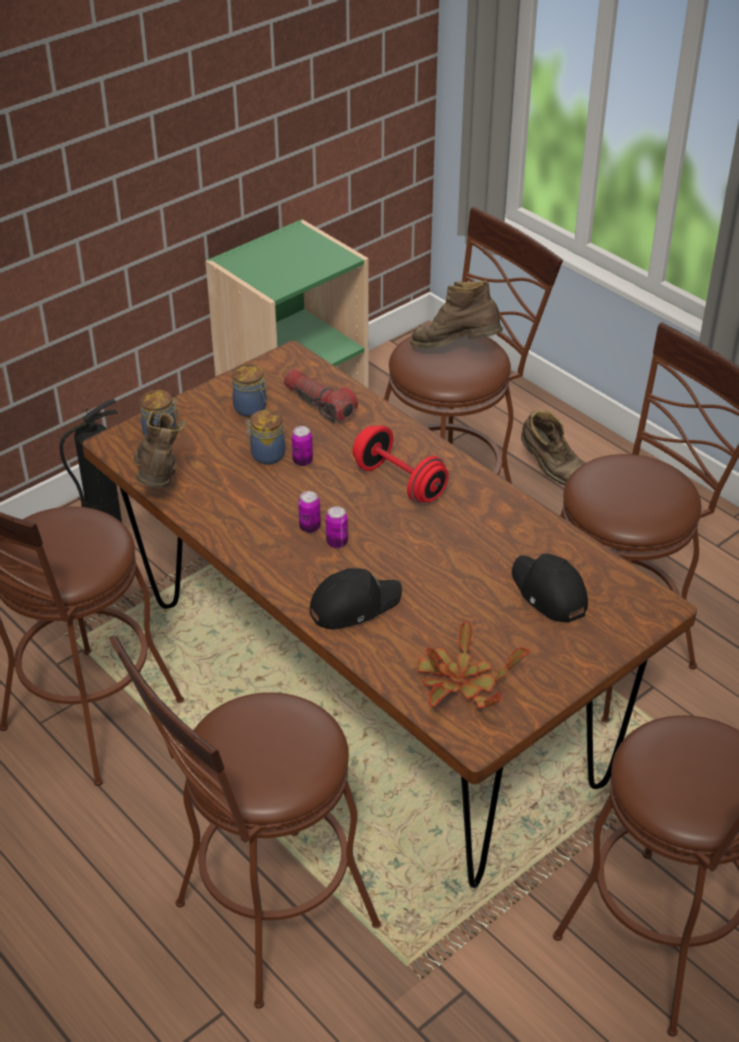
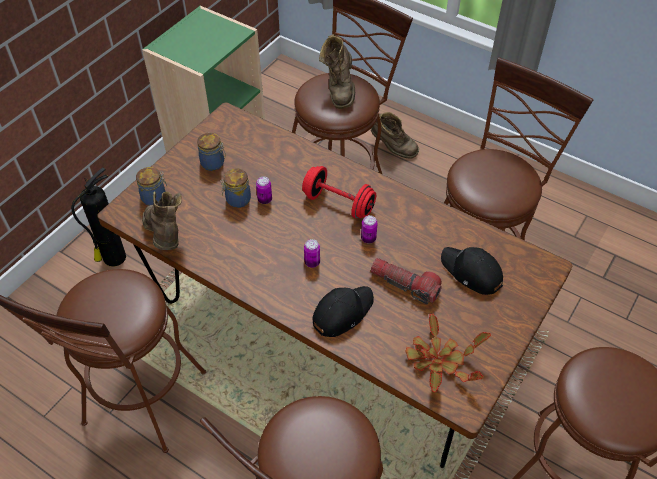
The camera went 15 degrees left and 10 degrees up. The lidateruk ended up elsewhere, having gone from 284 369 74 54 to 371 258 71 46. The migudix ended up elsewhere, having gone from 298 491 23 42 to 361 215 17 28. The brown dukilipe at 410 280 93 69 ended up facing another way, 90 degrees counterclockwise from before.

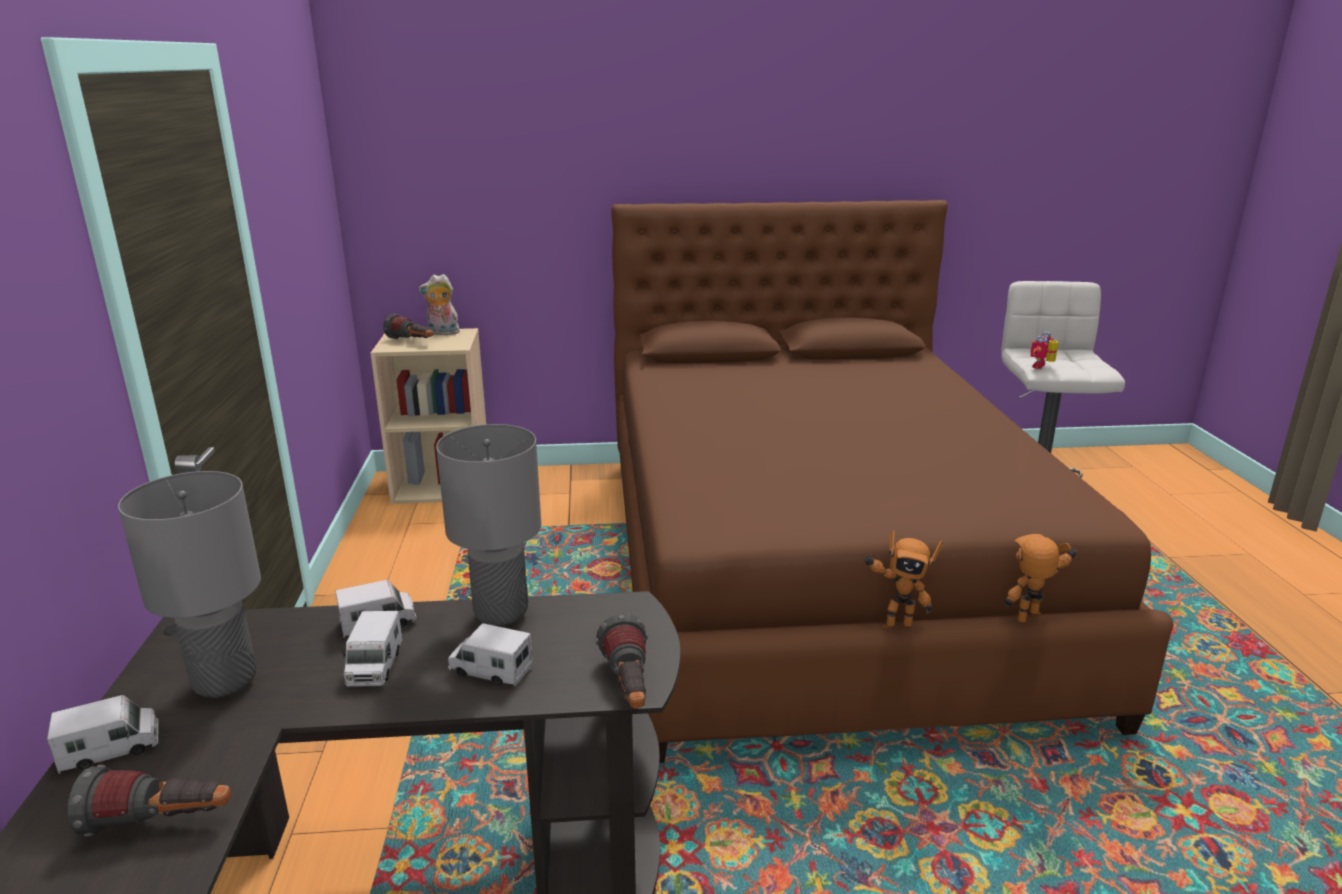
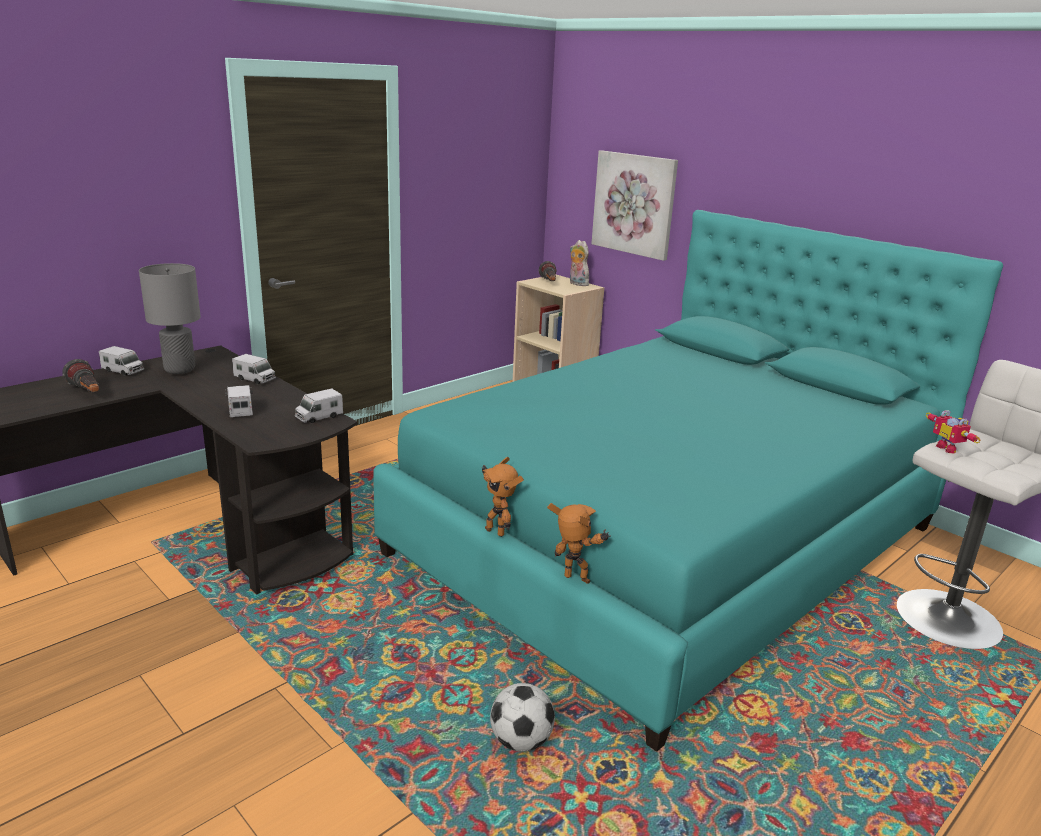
The camera went 50 degrees right and 0 degrees up. The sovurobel ended up elsewhere, having gone from 342 611 61 76 to 295 388 48 35. The second view lost the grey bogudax at 436 424 105 202. The second view lost the lidateruk at 596 614 52 94. What was the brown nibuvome at 611 200 563 563 turned into the turquoise nibuvome at 374 210 629 542. The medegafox at 1030 331 29 38 ended up facing another way, 105 degrees counterclockwise from before. The second view gained the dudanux at 490 683 65 69. The second view gained the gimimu at 591 150 87 111.

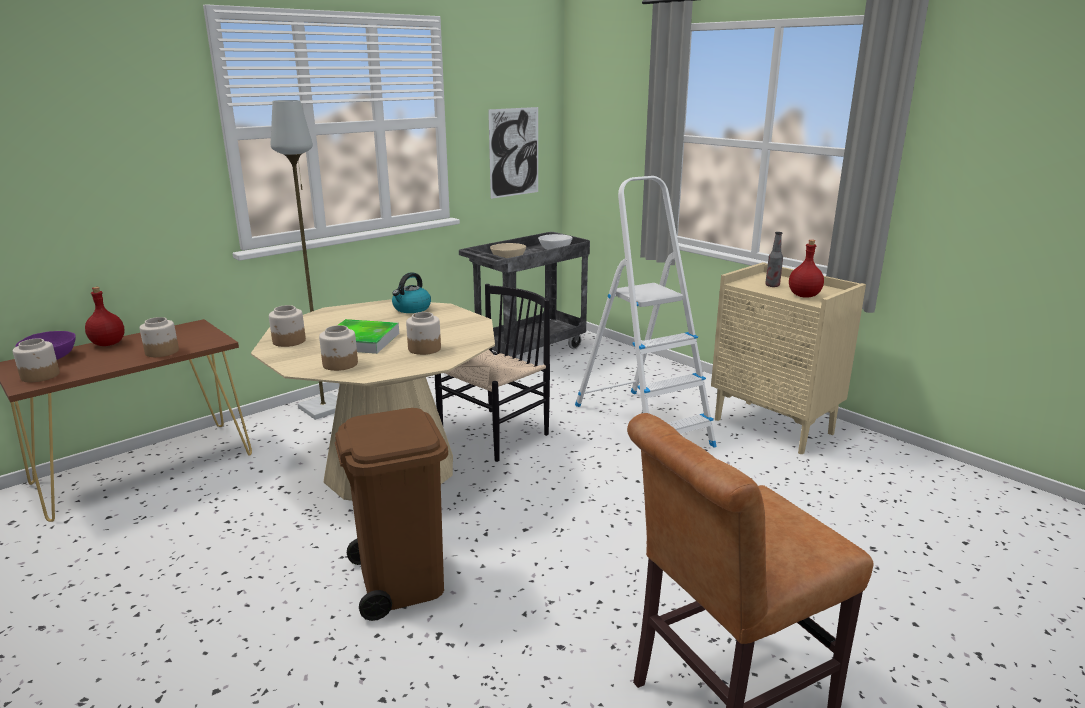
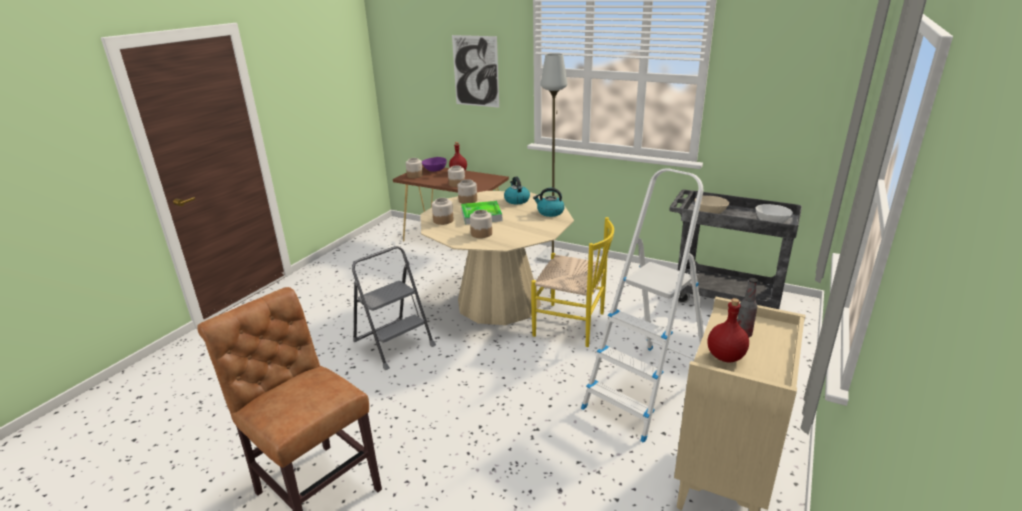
The camera went 70 degrees right and 5 degrees up. Where the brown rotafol stood at 335 408 113 213, the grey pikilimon came to stand at 352 246 84 124. What was the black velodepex at 435 284 115 178 turned into the yellow velodepex at 531 217 83 130. The gimimu ended up elsewhere, having gone from 488 107 50 92 to 452 35 47 73. The second view gained the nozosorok at 504 176 26 28.

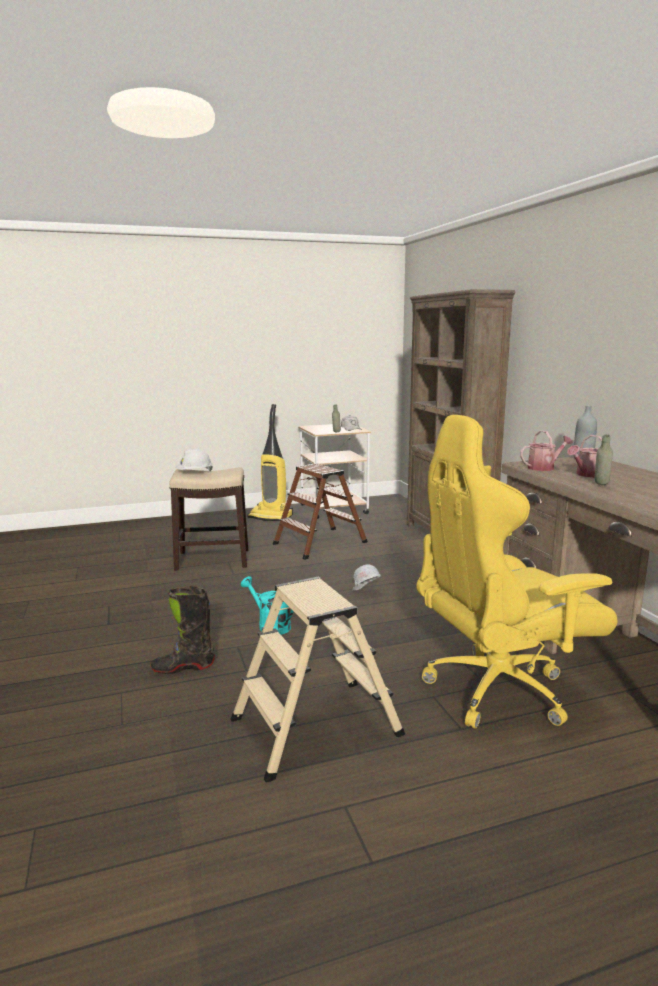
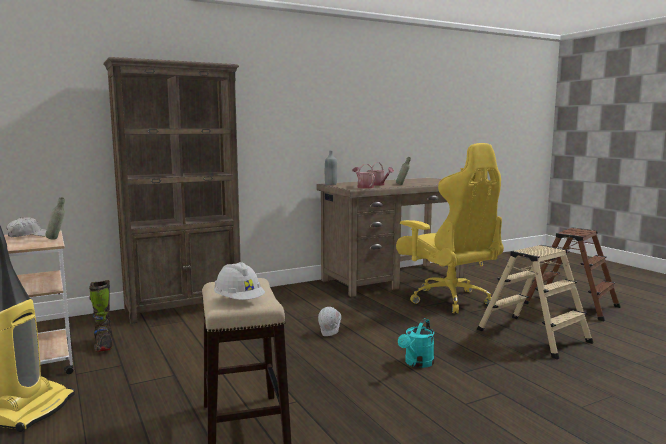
The camera went 100 degrees left and 5 degrees down. The black dukilipe ended up elsewhere, having gone from 150 586 65 88 to 89 280 23 72. The brown pikilimon ended up elsewhere, having gone from 273 463 95 97 to 524 227 97 95.

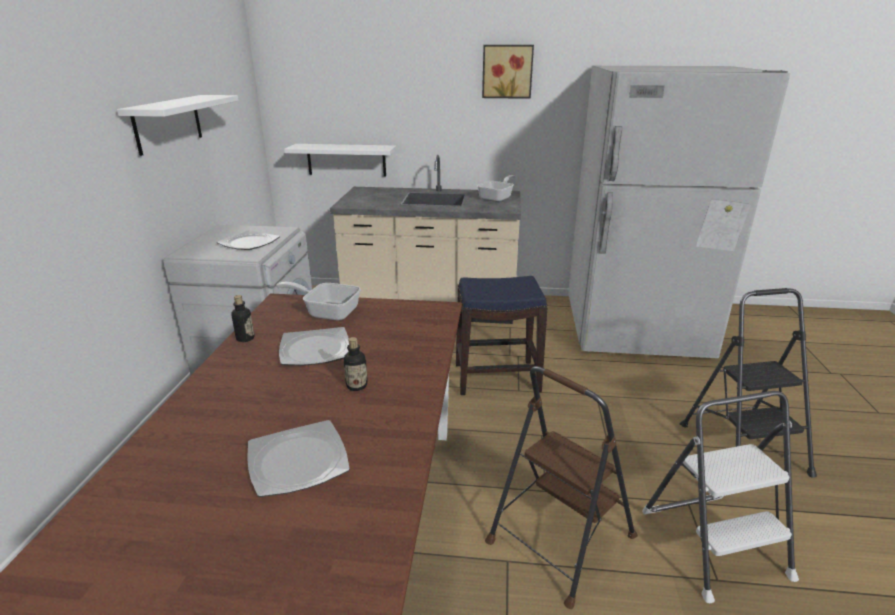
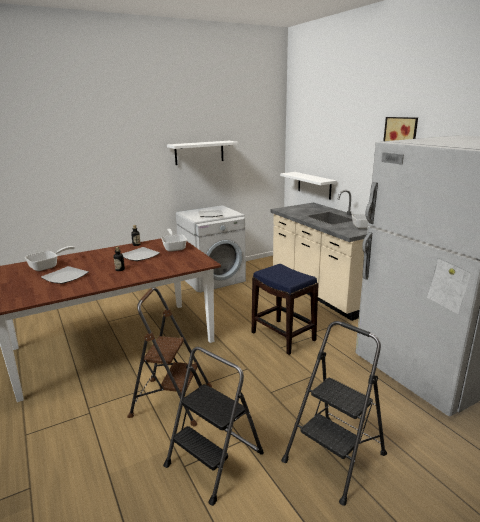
The camera went 55 degrees right and 5 degrees down. What was the white pikilimon at 642 391 157 212 turned into the black pikilimon at 163 347 101 159. The second view gained the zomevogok at 25 246 50 25.

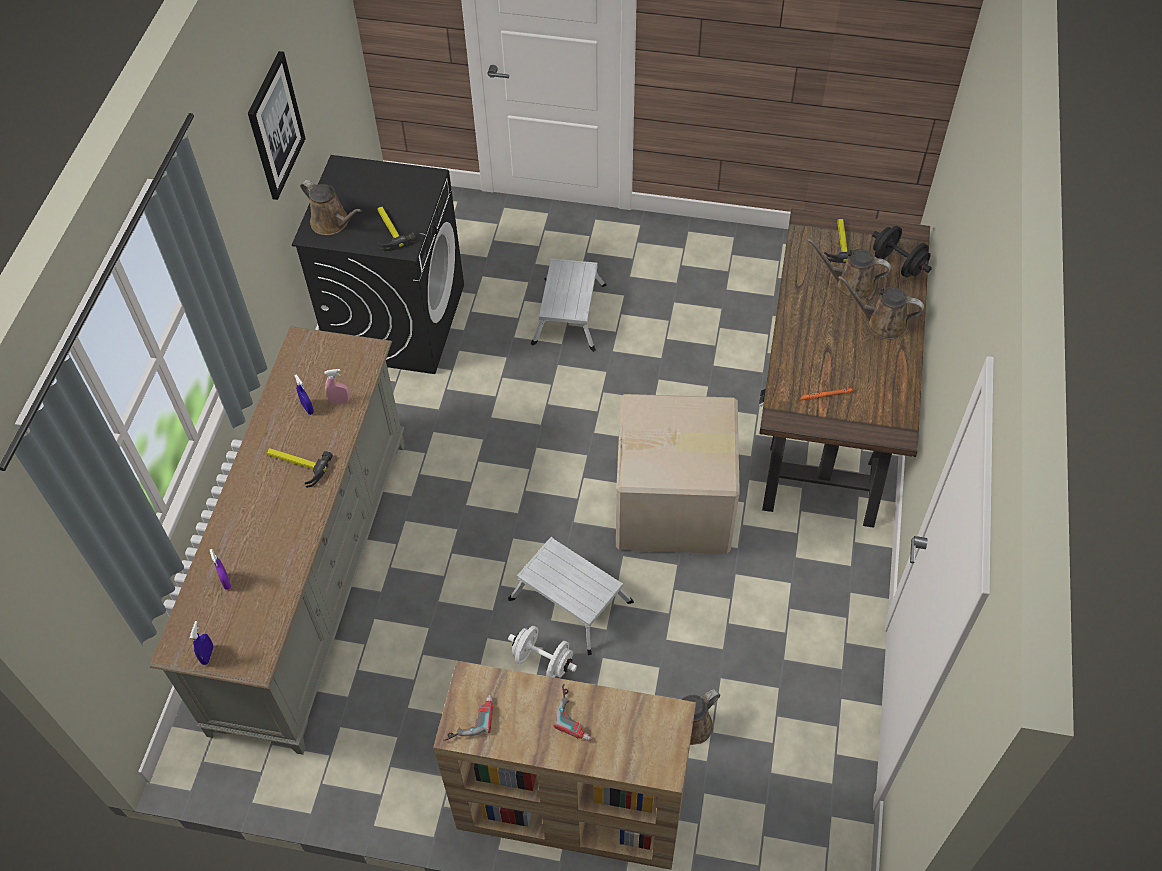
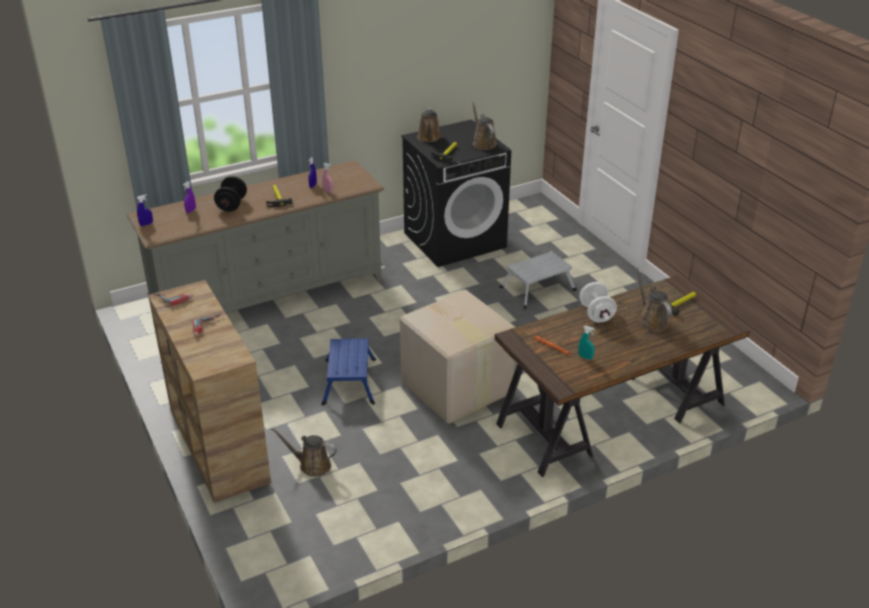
The camera went 50 degrees right and 20 degrees down. The second view lost the gimimu at 248 51 58 149. What was the white pikilimon at 508 537 126 118 turned into the blue pikilimon at 321 338 55 68. The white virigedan ended up elsewhere, having gone from 508 626 69 52 to 579 282 38 40. The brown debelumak ended up elsewhere, having gone from 838 276 86 63 to 472 102 25 48. The black virigedan ended up elsewhere, having gone from 872 226 60 51 to 214 176 33 36. The second view gained the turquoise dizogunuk at 578 326 17 34.

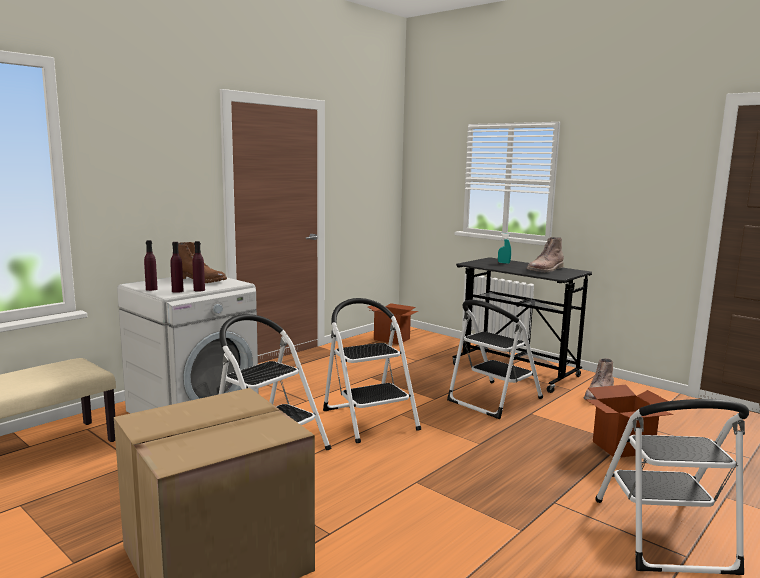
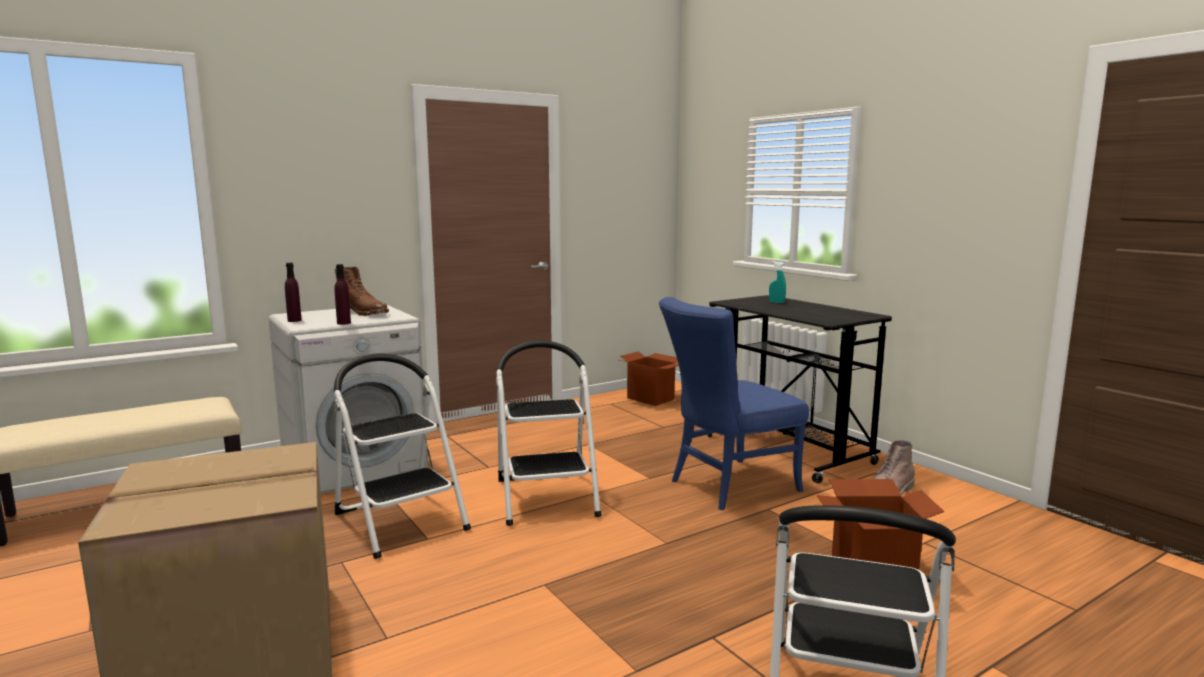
The camera went 15 degrees right and 0 degrees up. The second view lost the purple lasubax at 170 242 14 51. Where the pikilimon stood at 447 300 96 119, the blue velodepex came to stand at 659 297 150 213. The second view lost the brown dukilipe at 526 237 38 35.

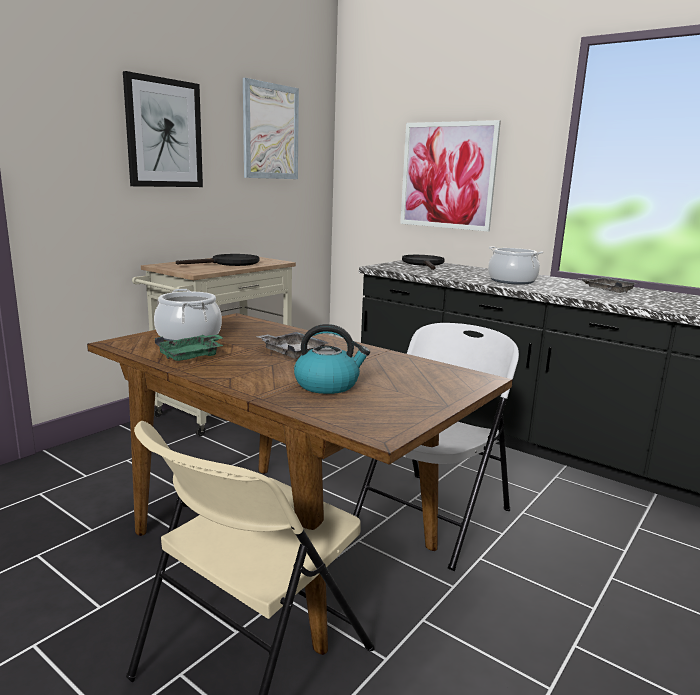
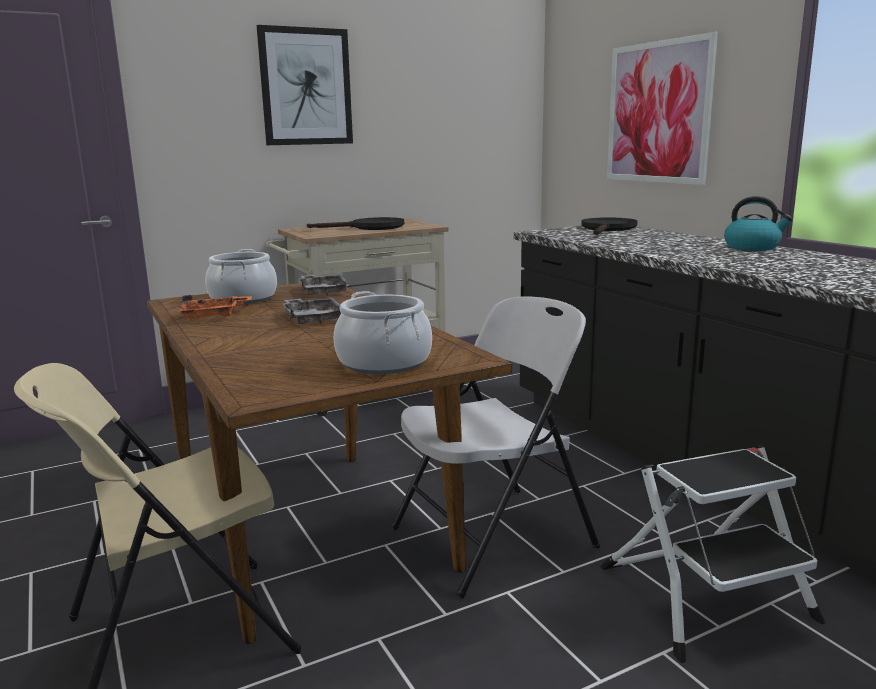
The camera went 25 degrees right and 0 degrees up. What was the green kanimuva at 155 335 69 26 turned into the orange kanimuva at 177 295 75 24. The second view lost the gimimu at 243 78 56 101. The nozosorok ended up elsewhere, having gone from 294 324 76 70 to 724 196 69 55. The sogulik ended up elsewhere, having gone from 488 246 55 39 to 334 291 98 83. The grey kanimuva ended up elsewhere, having gone from 579 277 60 16 to 298 274 51 21. The second view gained the pikilimon at 600 444 225 219.

